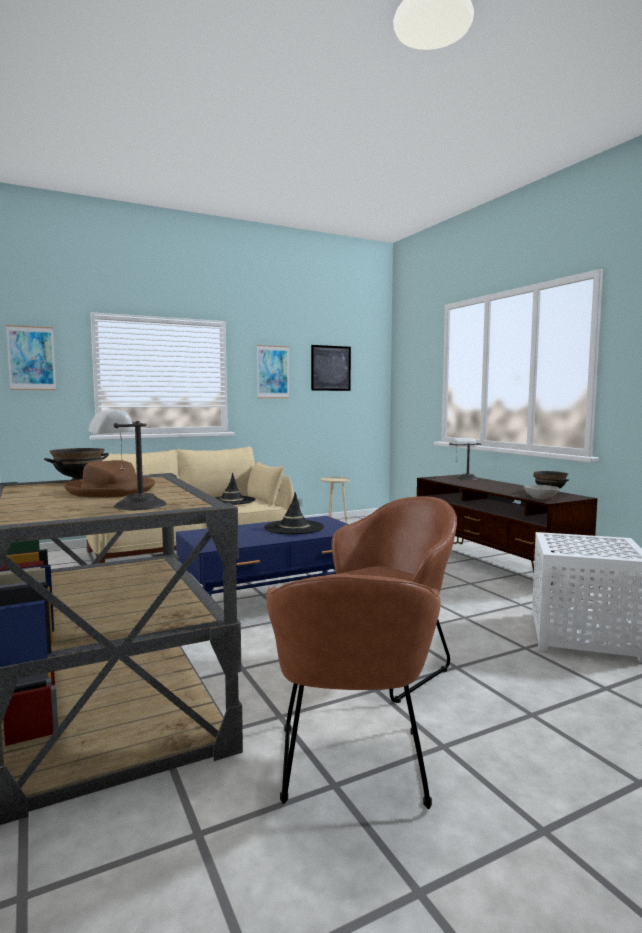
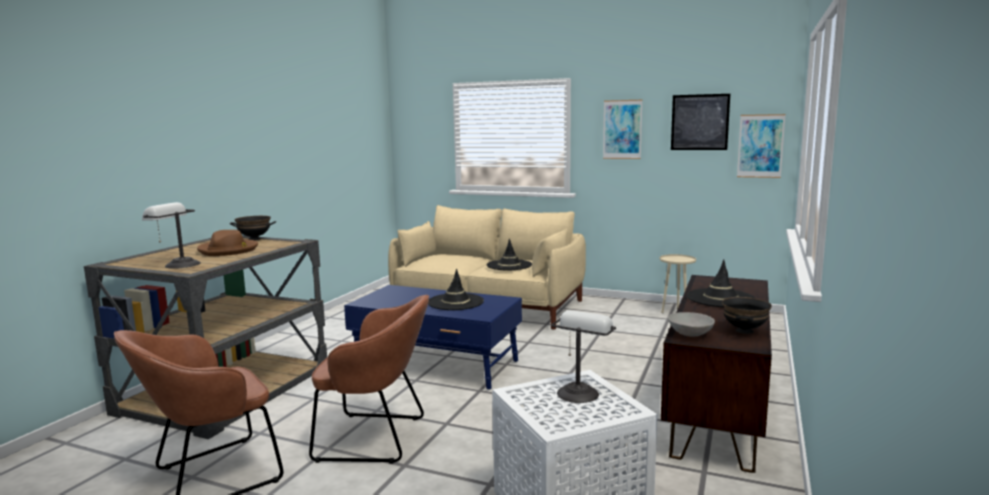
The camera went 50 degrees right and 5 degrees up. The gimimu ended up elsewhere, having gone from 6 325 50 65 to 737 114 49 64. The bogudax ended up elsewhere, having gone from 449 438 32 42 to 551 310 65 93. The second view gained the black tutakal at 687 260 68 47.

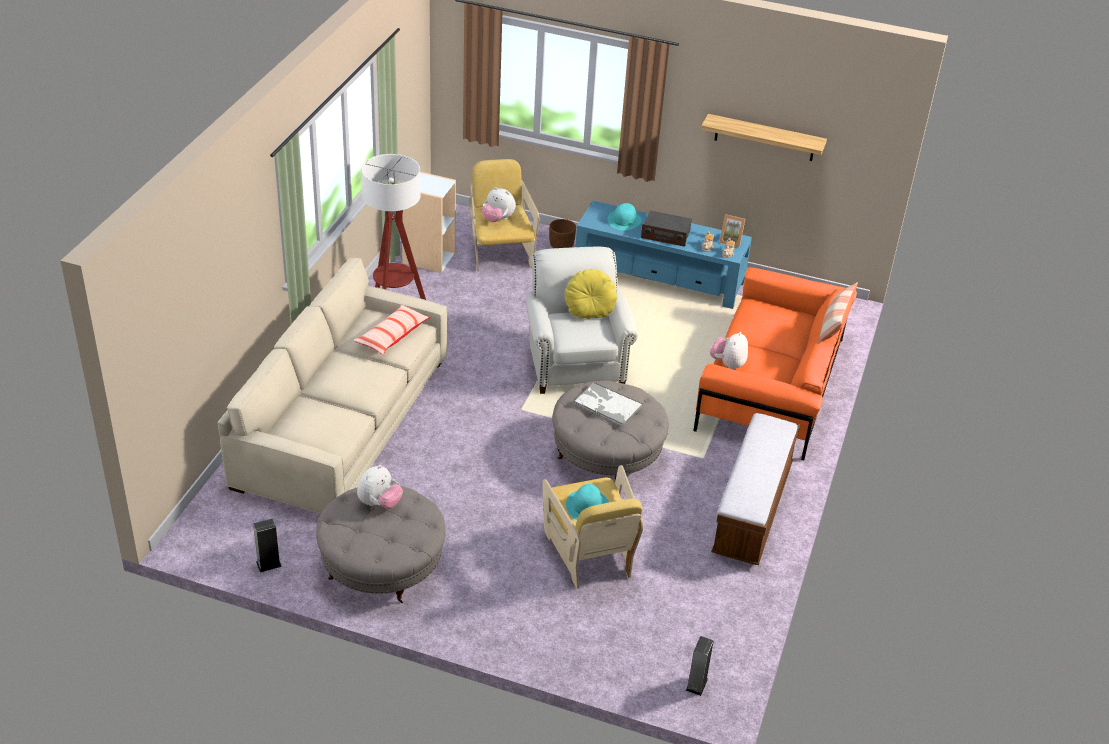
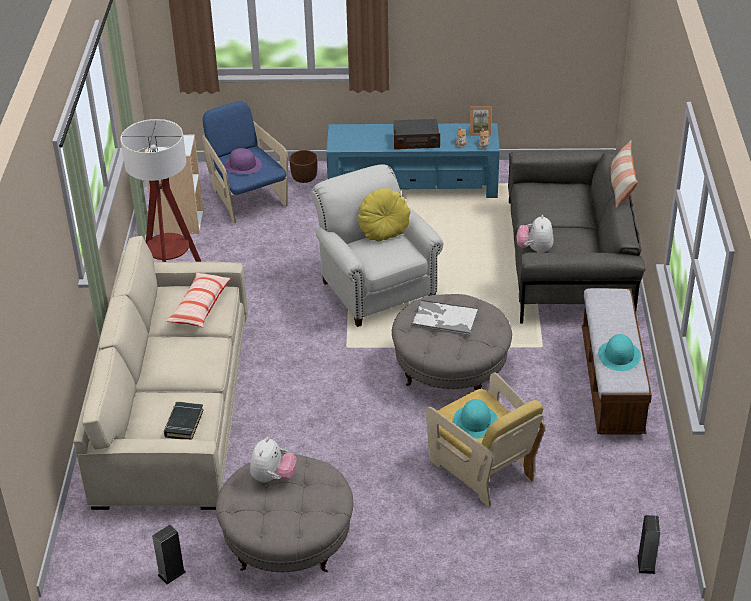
The camera went 15 degrees left and 0 degrees up. What was the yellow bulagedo at 469 159 70 112 turned into the blue bulagedo at 202 101 86 122. Where the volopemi stood at 482 187 34 35, the purple tutakal came to stand at 224 148 38 26. The turquoise tutakal ended up elsewhere, having gone from 607 203 35 27 to 598 334 43 37. What was the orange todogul at 693 267 164 194 turned into the grey todogul at 508 150 138 174. The second view lost the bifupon at 701 114 126 47. The second view gained the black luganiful at 164 401 40 38.

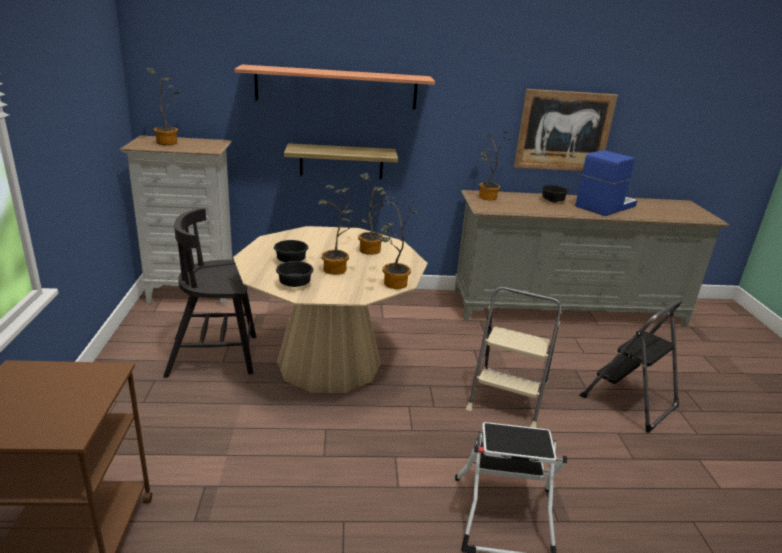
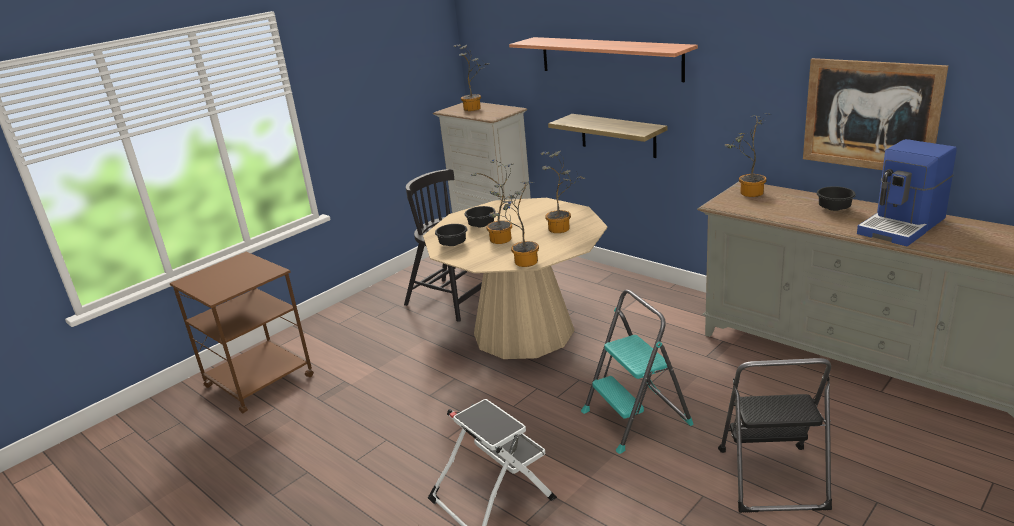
The camera went 50 degrees right and 0 degrees up. What was the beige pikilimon at 466 287 96 141 turned into the turquoise pikilimon at 581 290 112 164. The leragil at 575 150 62 66 ended up facing another way, 135 degrees clockwise from before.

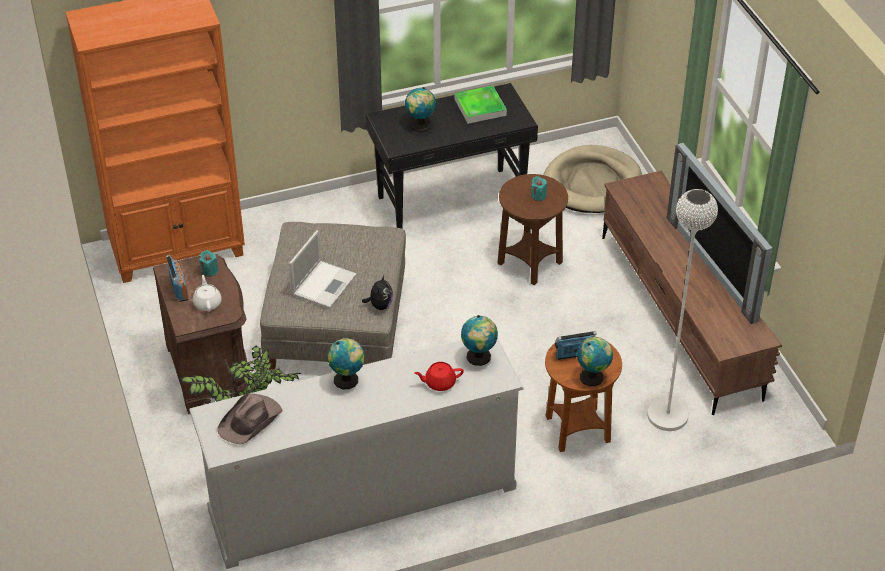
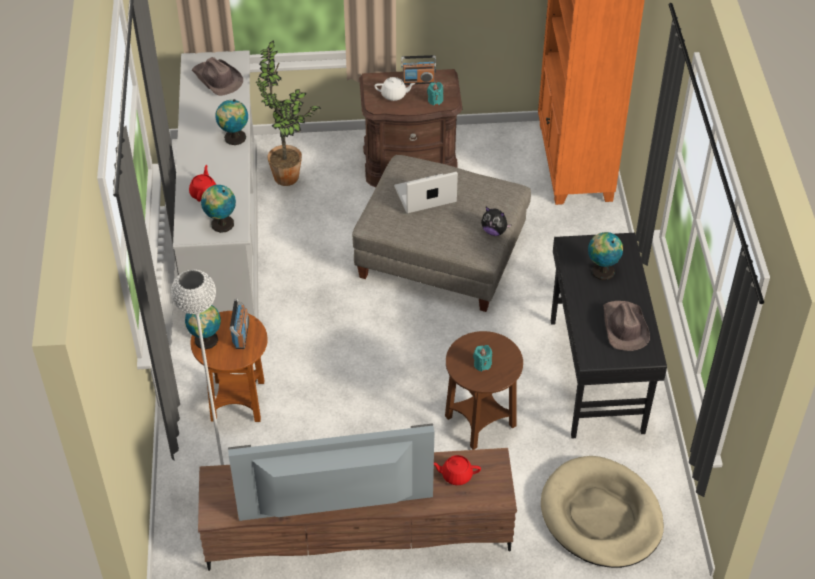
The camera went 105 degrees right and 5 degrees up. The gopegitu at 289 230 68 79 ended up facing another way, 120 degrees clockwise from before. The volopemi ended up elsewhere, having gone from 362 275 31 35 to 481 207 31 29. Where the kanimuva stood at 455 86 52 38, the brown tutakal came to stand at 603 301 47 50. The second view gained the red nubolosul at 434 455 47 30.

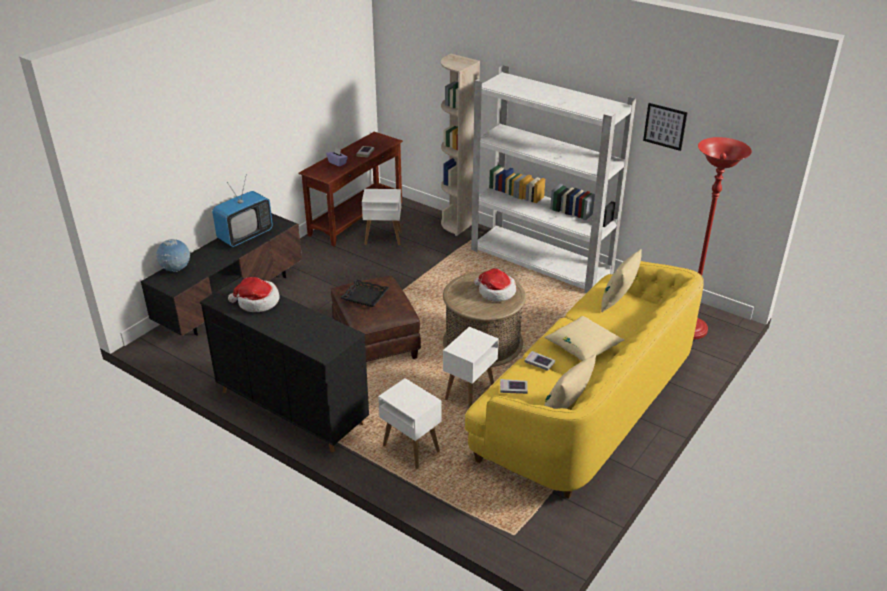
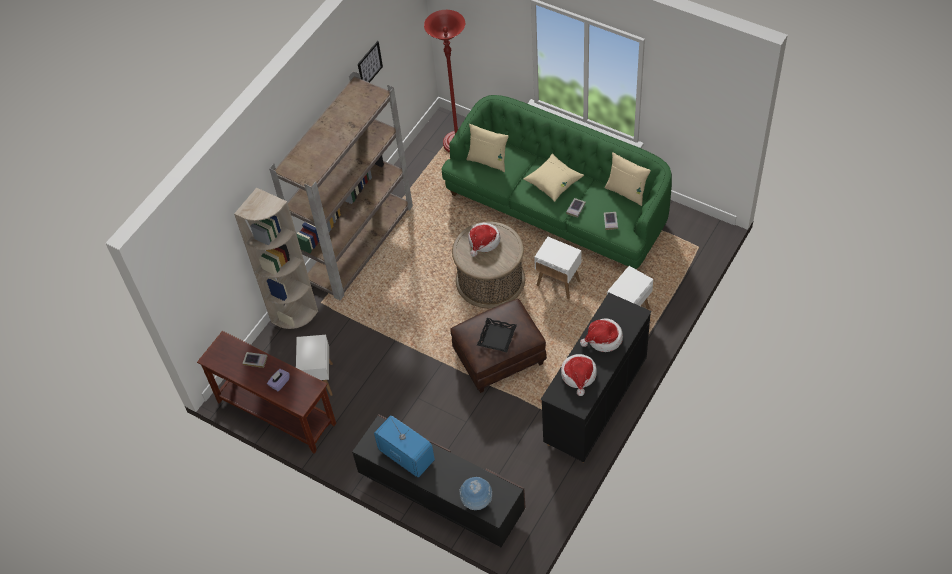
The camera went 90 degrees left and 20 degrees up. What was the yellow todogul at 464 261 240 238 turned into the green todogul at 442 95 230 175. What was the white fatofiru at 471 65 165 228 turned into the brown fatofiru at 269 71 144 230. The second view gained the tutakal at 580 319 43 33.

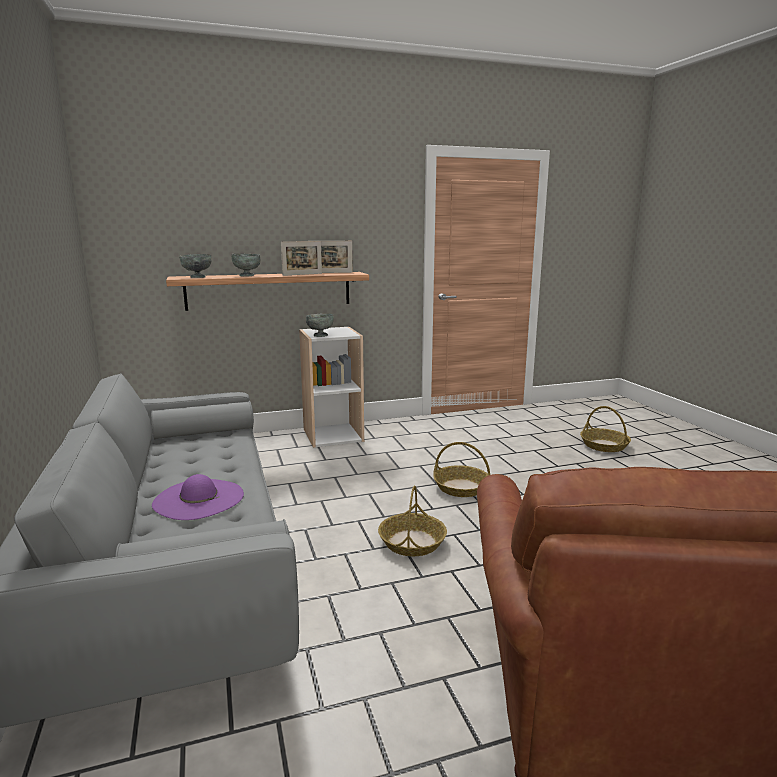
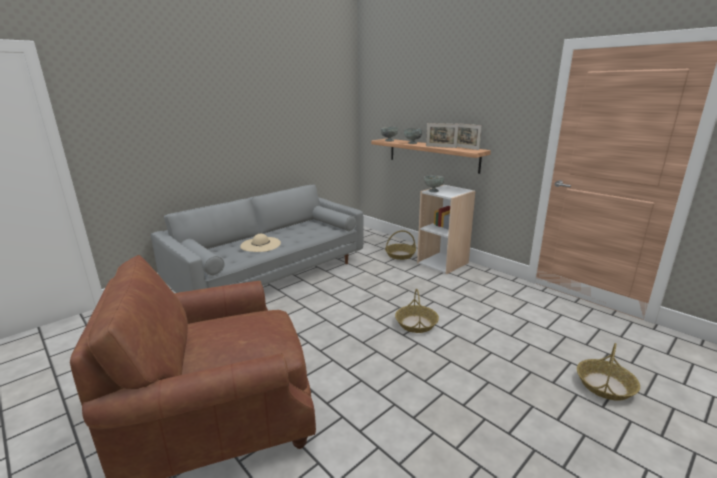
The camera went 65 degrees right and 5 degrees up. What was the purple tutakal at 152 474 92 46 turned into the beige tutakal at 240 234 41 18. The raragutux ended up elsewhere, having gone from 378 486 69 70 to 385 230 31 30.

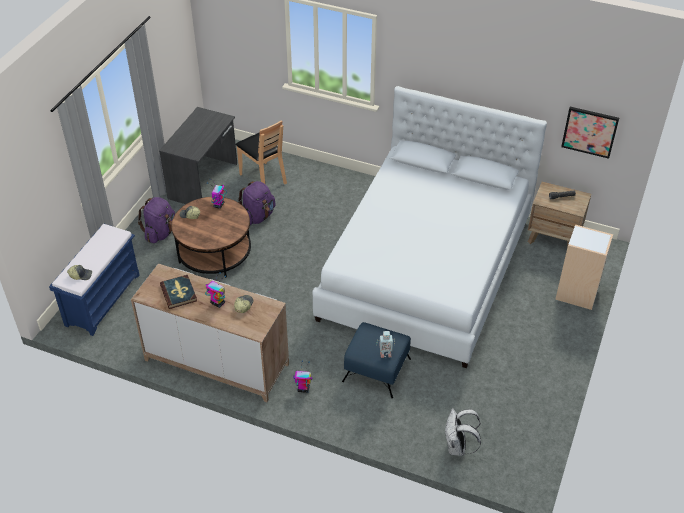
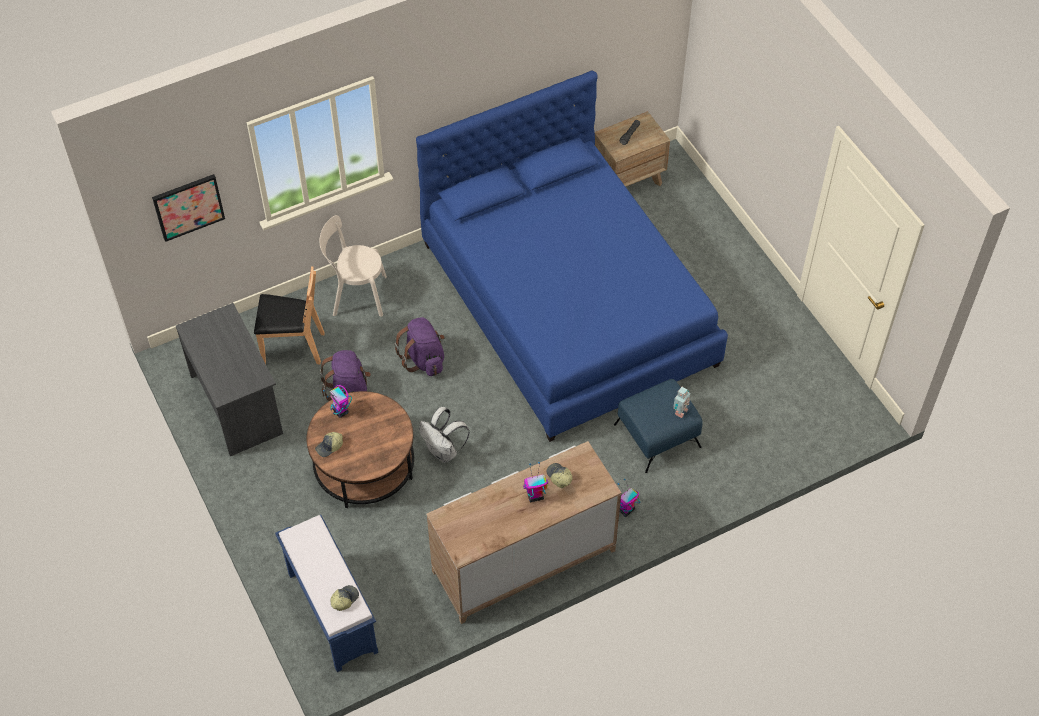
The camera went 50 degrees left and 10 degrees up. The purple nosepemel ended up elsewhere, having gone from 138 197 37 46 to 394 317 51 59. The second view lost the luganiful at 160 275 37 34. What was the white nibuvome at 313 86 234 282 turned into the blue nibuvome at 416 70 312 372. The white nosepemel ended up elsewhere, having gone from 444 409 37 47 to 419 407 51 56. The second view lost the fatofiru at 555 225 58 85. The gimimu ended up elsewhere, having gone from 561 107 58 52 to 152 174 73 68. The second view gained the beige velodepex at 320 215 67 102.

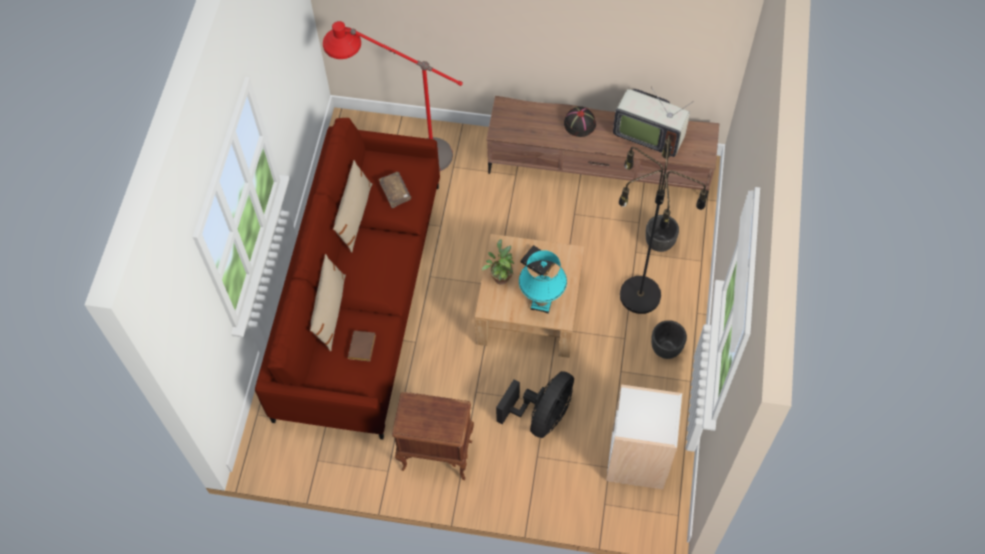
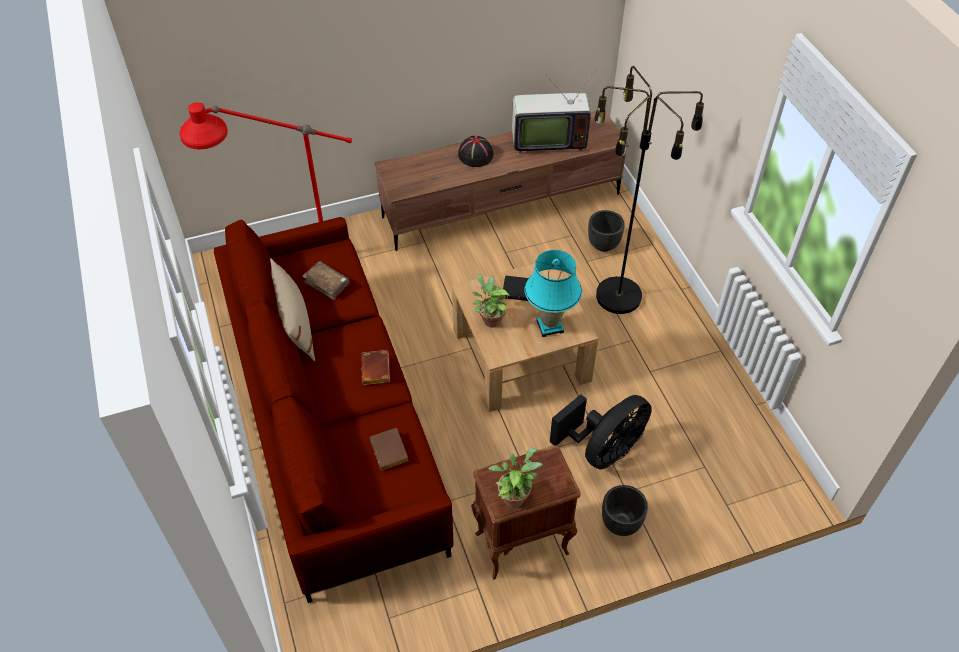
The camera went 30 degrees left and 10 degrees down. The second view lost the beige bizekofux at 310 254 36 97. The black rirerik at 496 371 78 67 ended up facing another way, 45 degrees clockwise from before. The second view lost the fatofiru at 606 384 76 105. The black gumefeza ended up elsewhere, having gone from 651 320 36 39 to 602 485 46 51. The second view gained the brown luganiful at 361 350 29 35. The second view gained the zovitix at 489 448 53 60.

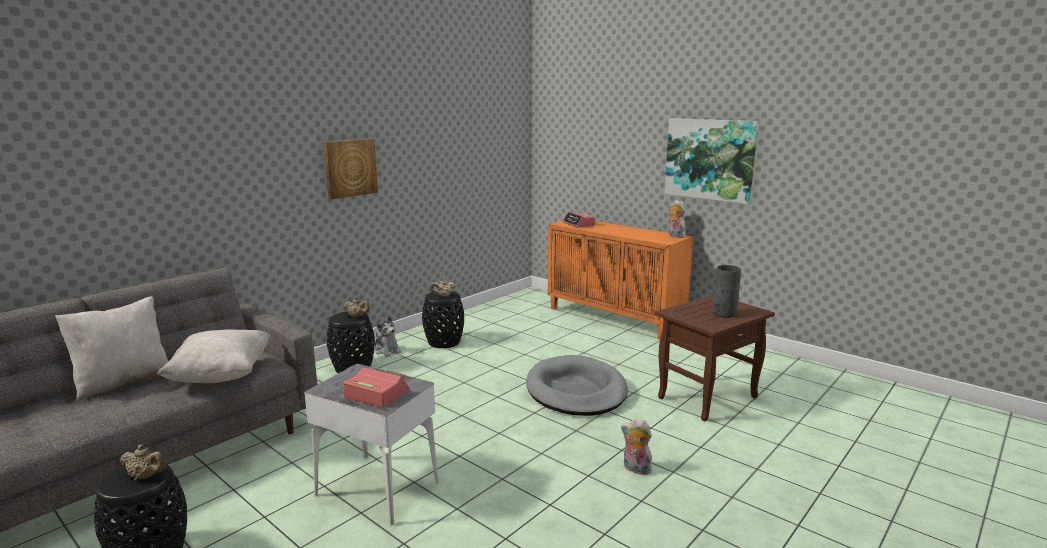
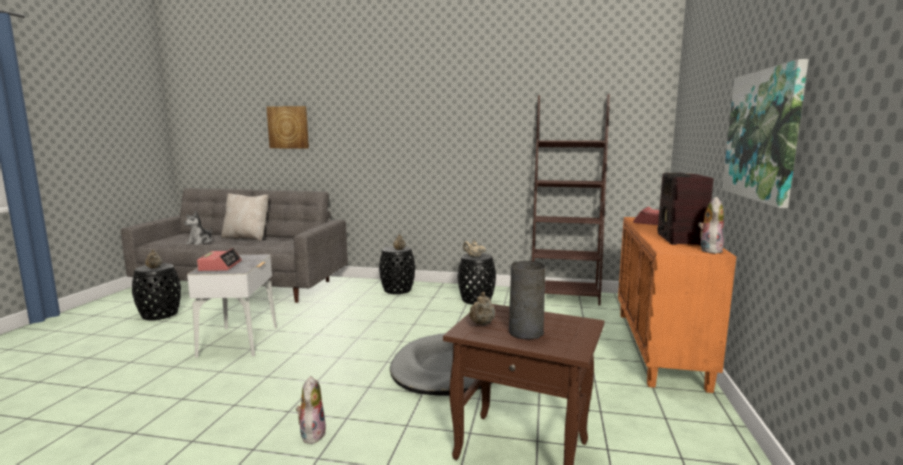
The camera went 60 degrees right and 5 degrees down. The second view lost the beige bizekofux at 157 329 114 54. The gimimu ended up elsewhere, having gone from 324 139 54 60 to 266 106 43 42. The volopemi ended up elsewhere, having gone from 374 316 27 41 to 184 211 28 34. The second view gained the beige nubolosul at 469 292 26 33. The second view gained the brown fatofiru at 532 94 78 212. The second view gained the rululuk at 658 173 56 73.

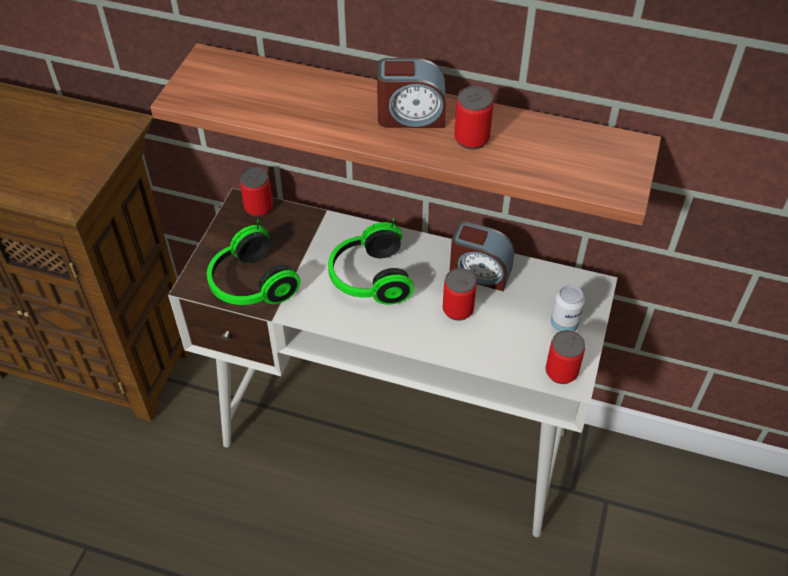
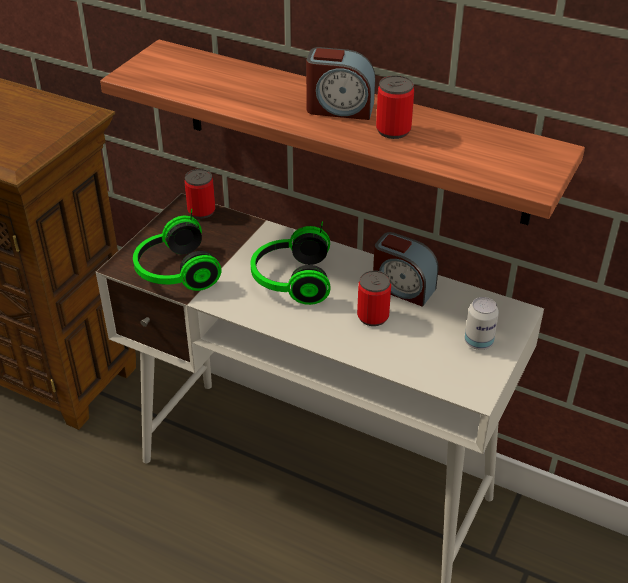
The camera went 10 degrees right and 10 degrees down. The second view lost the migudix at 546 330 39 54.

